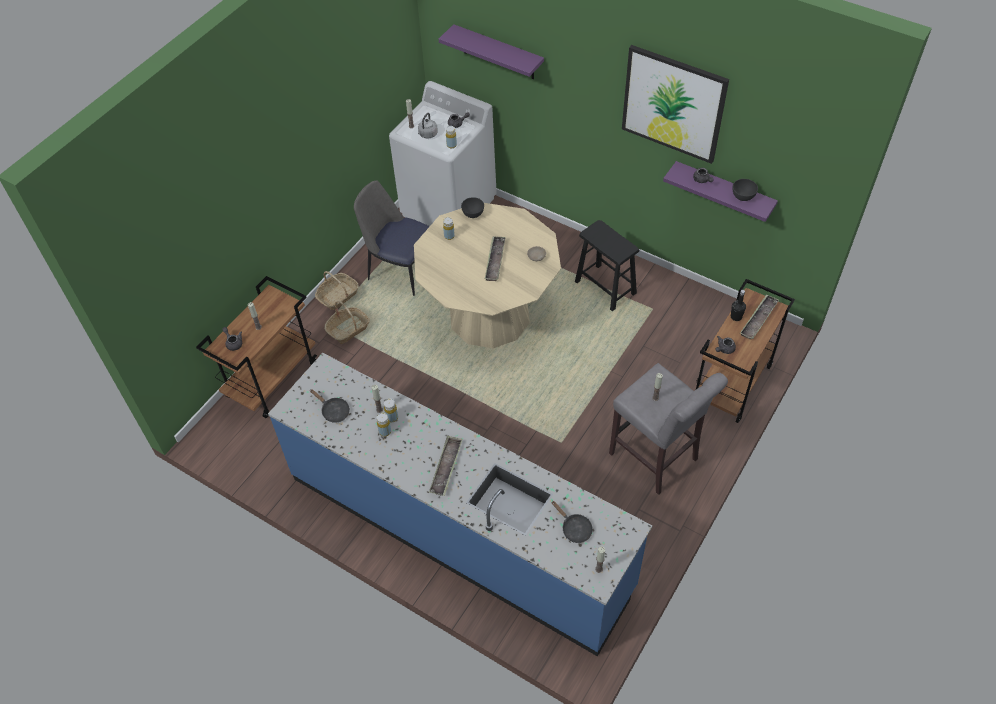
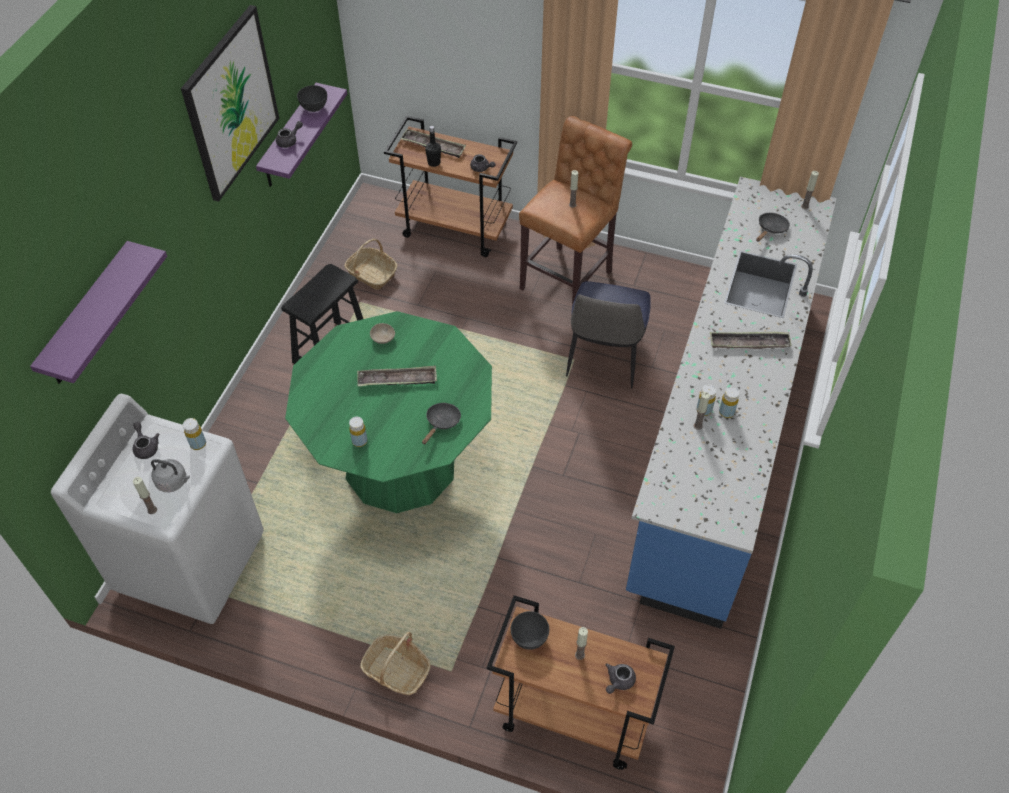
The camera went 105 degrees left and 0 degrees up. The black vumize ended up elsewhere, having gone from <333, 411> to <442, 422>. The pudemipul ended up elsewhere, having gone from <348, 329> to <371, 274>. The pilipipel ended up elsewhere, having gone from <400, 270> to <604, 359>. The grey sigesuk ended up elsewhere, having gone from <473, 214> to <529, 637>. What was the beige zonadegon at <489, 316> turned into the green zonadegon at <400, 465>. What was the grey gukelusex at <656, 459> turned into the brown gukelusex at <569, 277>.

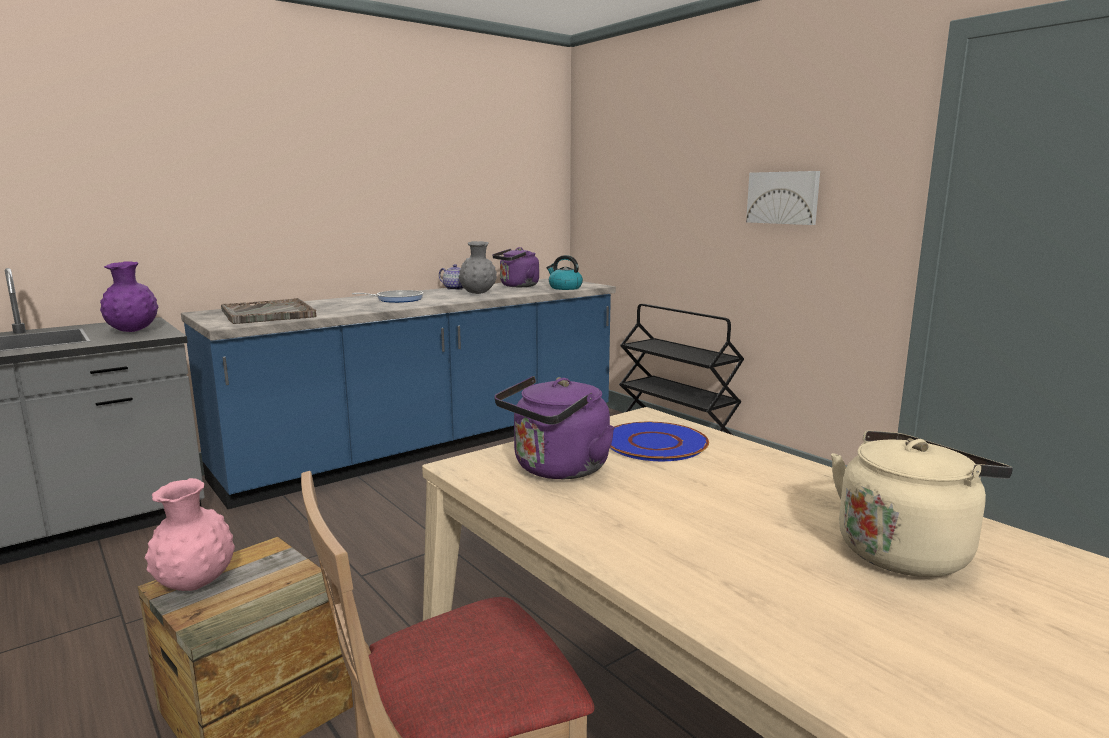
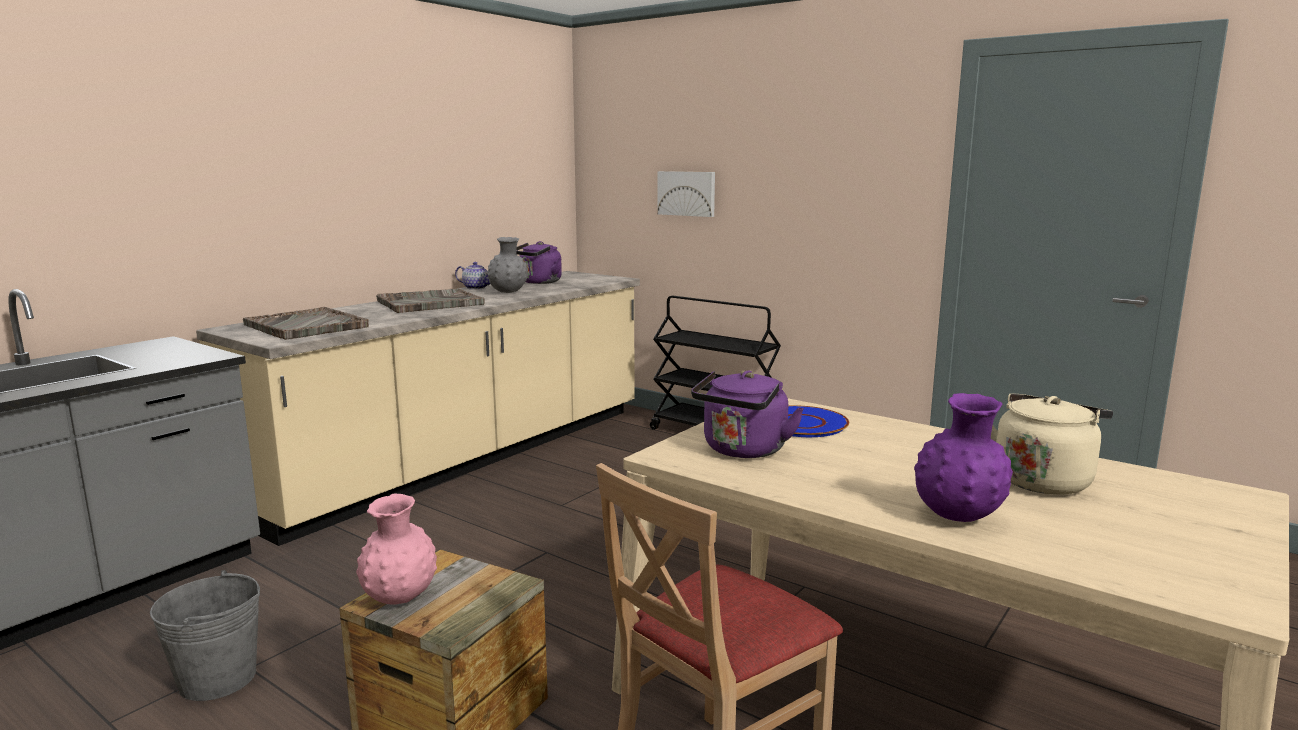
The camera went 15 degrees left and 0 degrees up. The second view lost the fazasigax at <564, 288>. The second view gained the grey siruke at <218, 678>. The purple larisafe ended up elsewhere, having gone from <133, 331> to <958, 517>. The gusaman ended up elsewhere, having gone from <783, 197> to <687, 193>. Where the vumize stood at <397, 299>, the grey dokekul came to stand at <429, 303>. What was the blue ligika at <431, 445> turned into the beige ligika at <465, 459>.

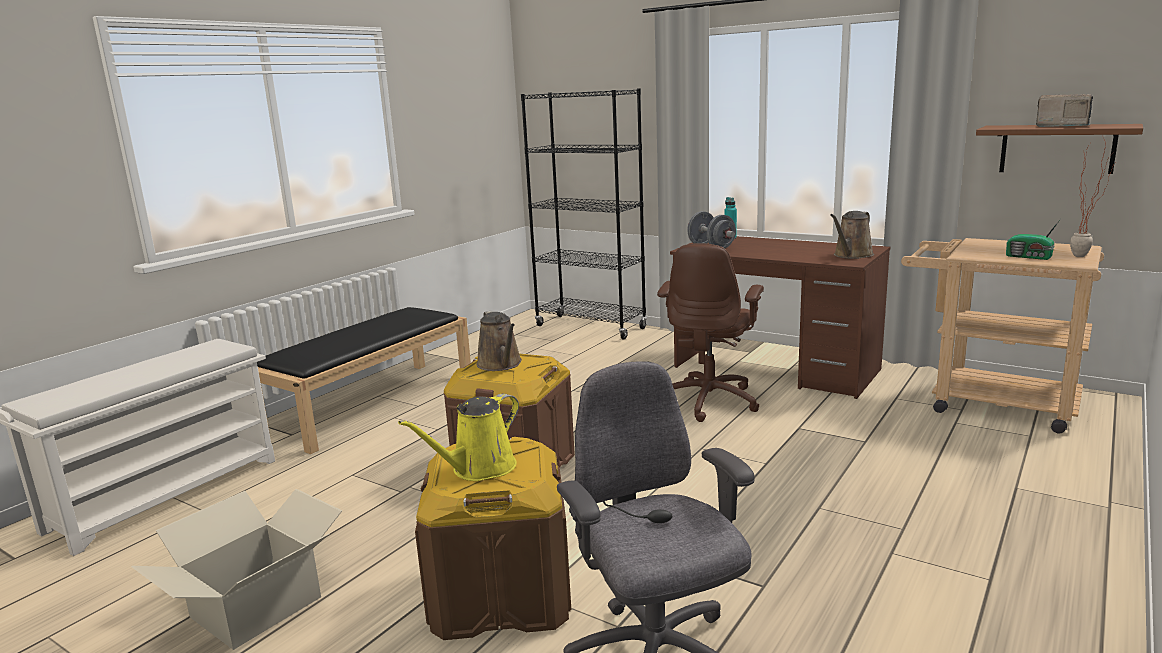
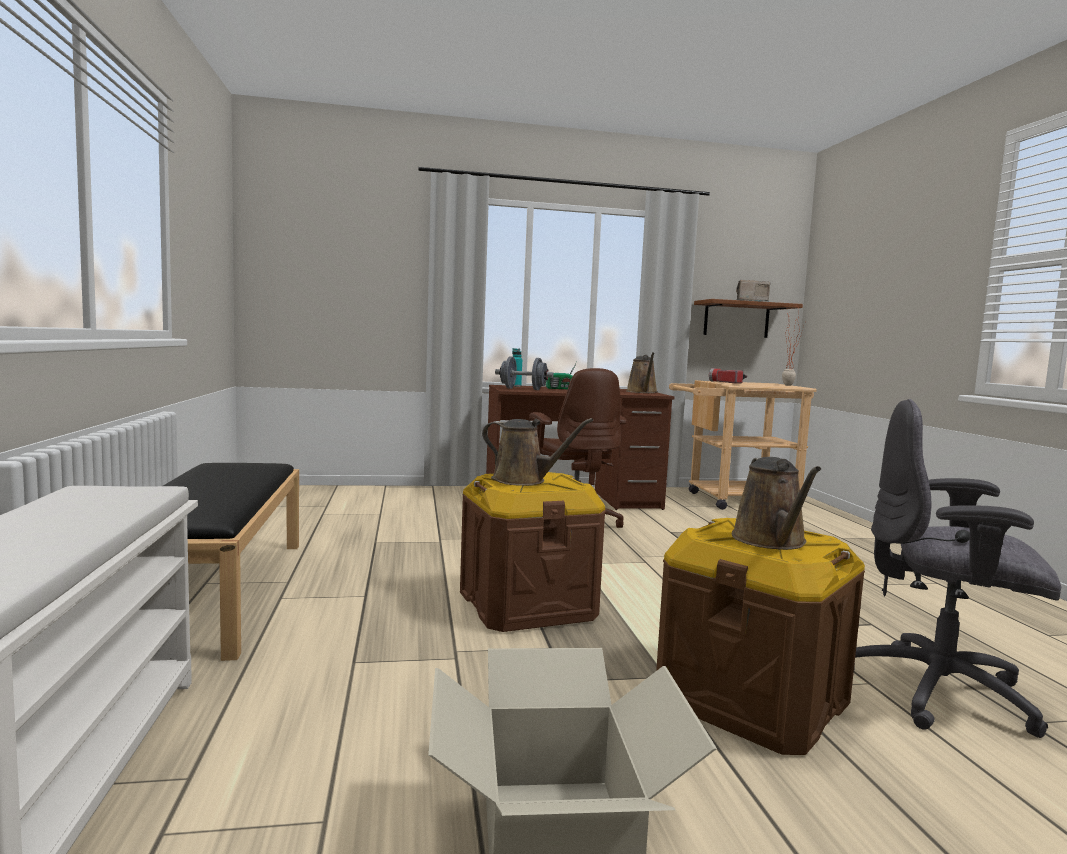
The camera went 45 degrees left and 10 degrees down. The second view lost the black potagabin at <591, 327>. The second view gained the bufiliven at <725, 382>. The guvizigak ended up elsewhere, having gone from <1029, 257> to <561, 389>. What was the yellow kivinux at <479, 469> turned into the brown kivinux at <771, 541>.

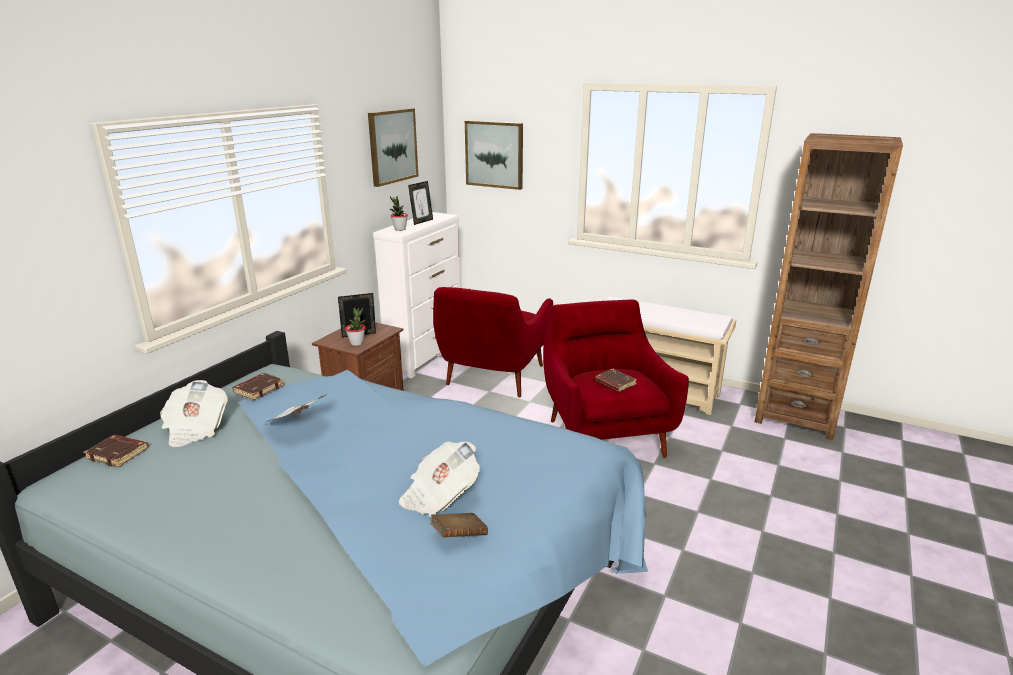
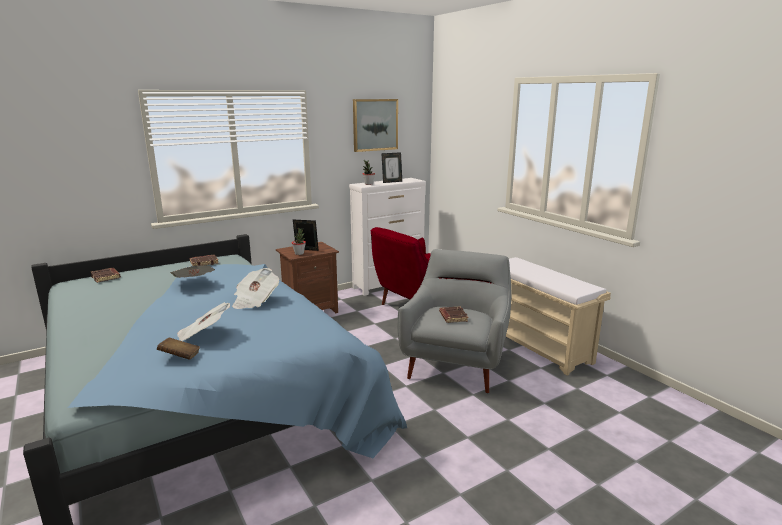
The camera went 30 degrees right and 5 degrees down. The second view lost the gusaman at <494, 154>. The second view lost the brown potagabin at <795, 417>. The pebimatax ended up elsewhere, having gone from <195, 429> to <255, 301>. What was the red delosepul at <604, 435> turned into the grey delosepul at <456, 364>.

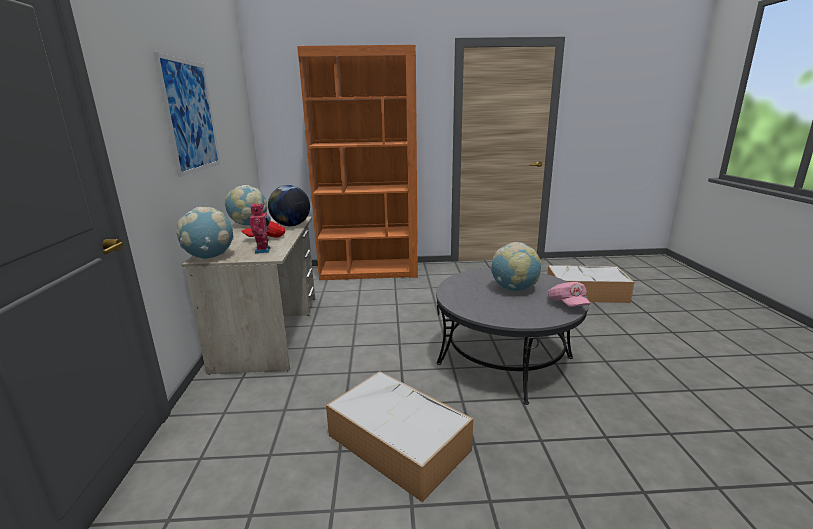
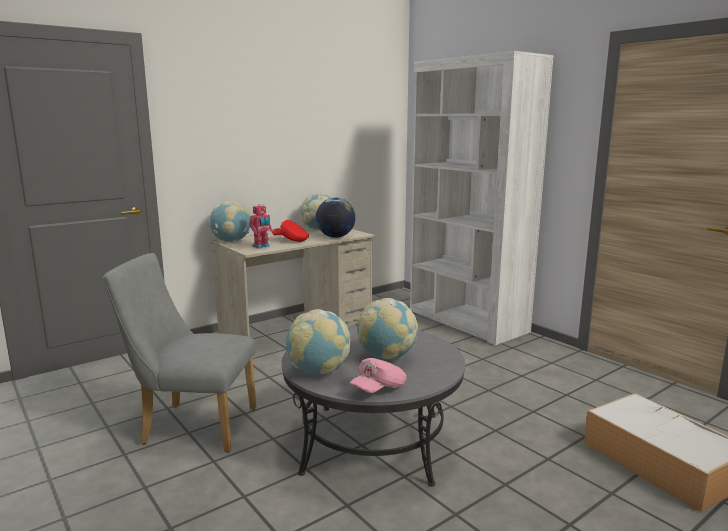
The camera went 55 degrees right and 5 degrees down. The second view lost the gusaman at <190, 116>. The second view gained the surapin at <318, 372>. Where the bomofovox stood at <396, 442>, the grey pilipipel came to stand at <192, 426>. What was the orange potagabin at <369, 271> turned into the white potagabin at <466, 321>.

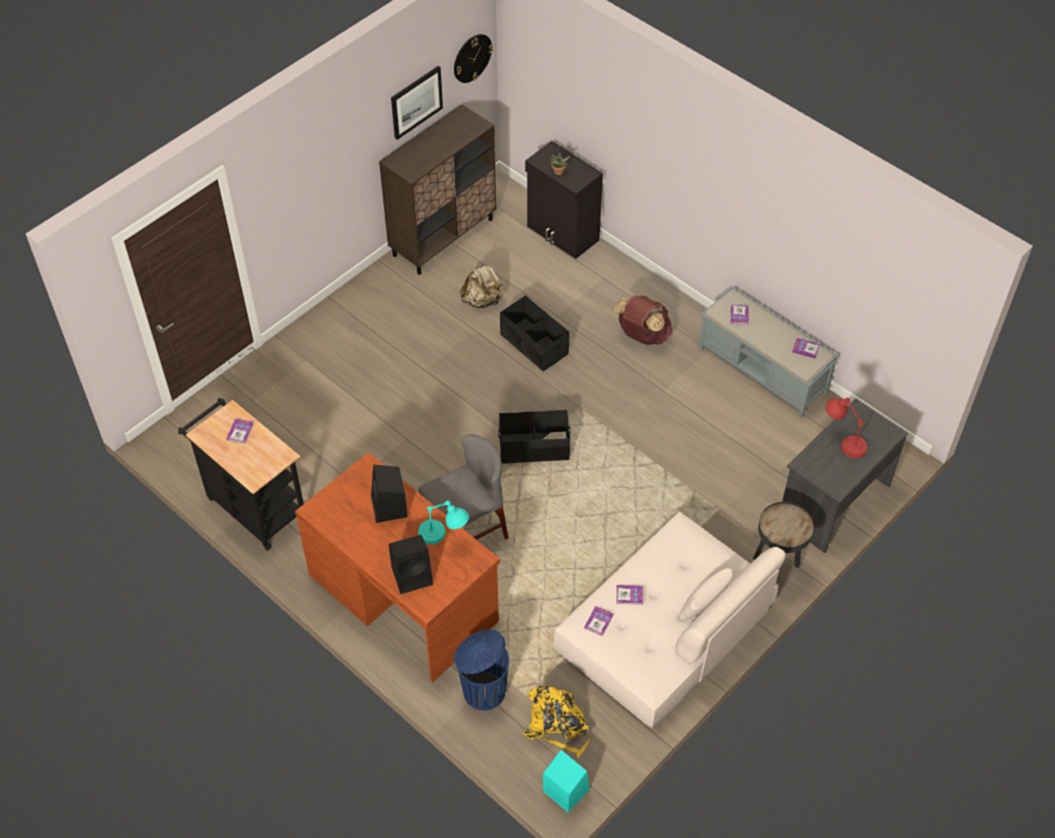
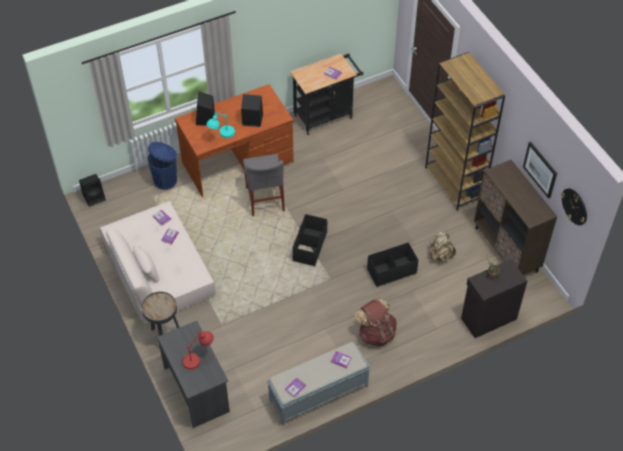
The camera went 110 degrees right and 0 degrees up. The second view lost the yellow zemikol at <557, 725>. The second view gained the brown potagabin at <454, 183>. What was the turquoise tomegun at <565, 790> turned into the black tomegun at <94, 197>.

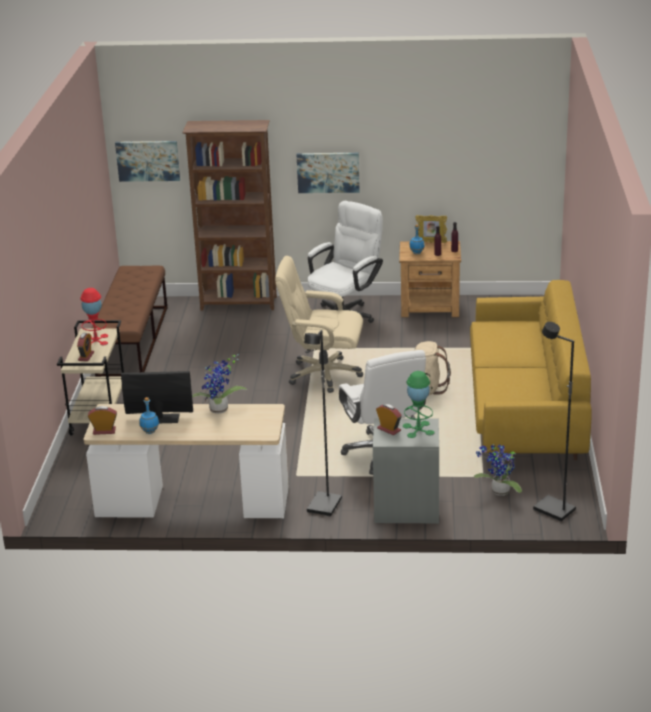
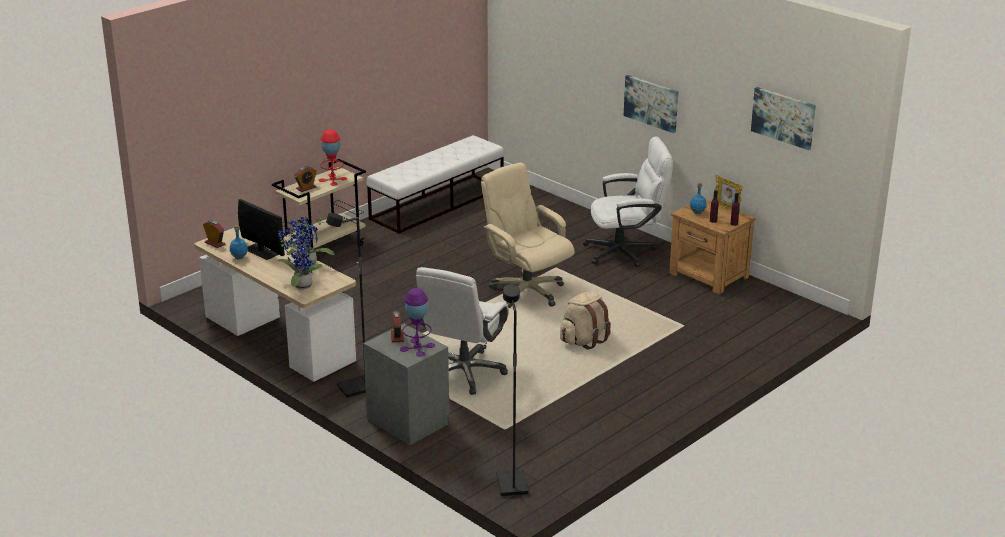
The camera went 40 degrees right and 0 degrees up. The second view lost the brown potagabin at <239, 304>. The second view lost the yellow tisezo at <525, 407>. The gusaman ended up elsewhere, having gone from <148, 160> to <783, 117>. The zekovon ended up elsewhere, having gone from <498, 492> to <300, 285>. What was the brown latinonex at <133, 340> turned into the white latinonex at <437, 203>. What was the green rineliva at <418, 429> turned into the purple rineliva at <417, 347>.

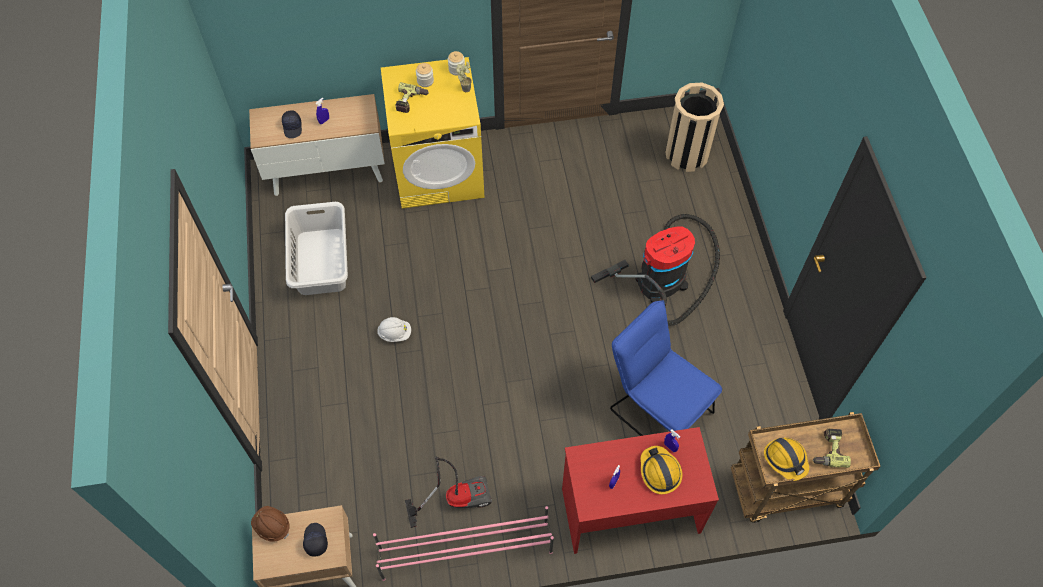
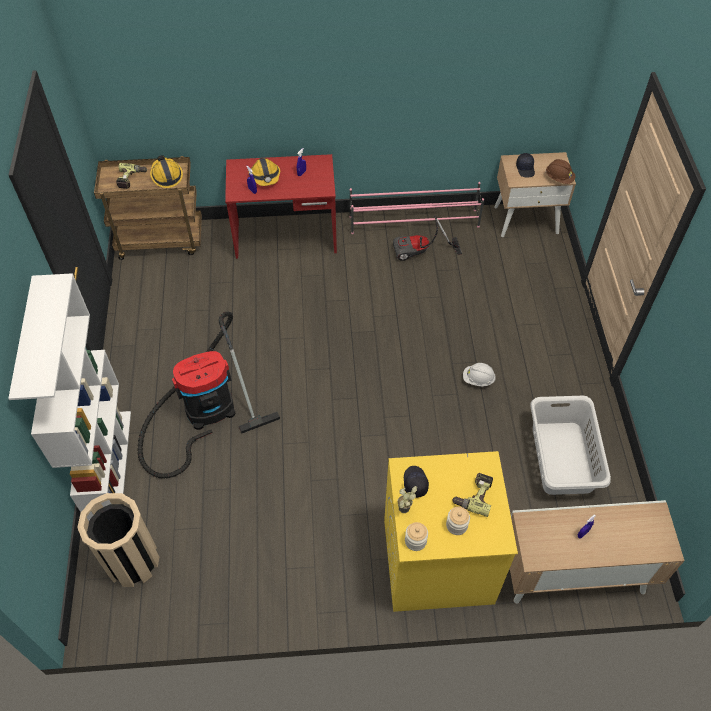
The camera went 175 degrees left and 5 degrees down. The second view lost the blue pilipipel at <656, 406>. The second view gained the white potagabin at <108, 463>. The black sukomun ended up elsewhere, having gone from <293, 127> to <414, 483>.

